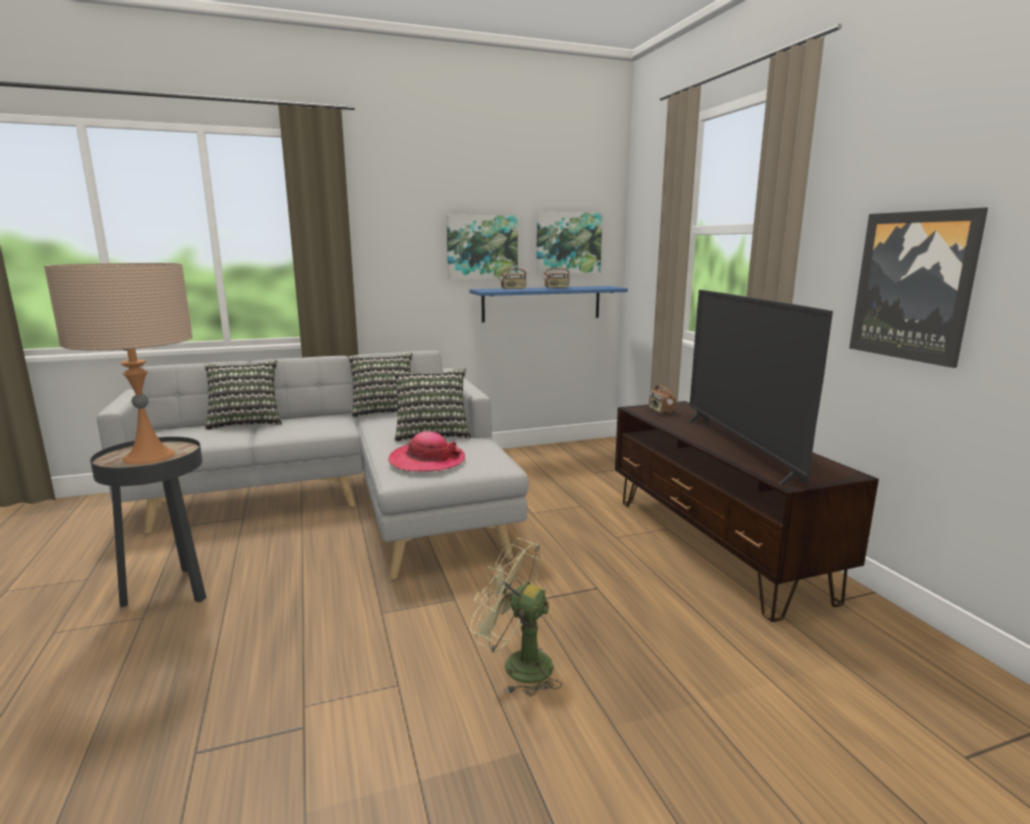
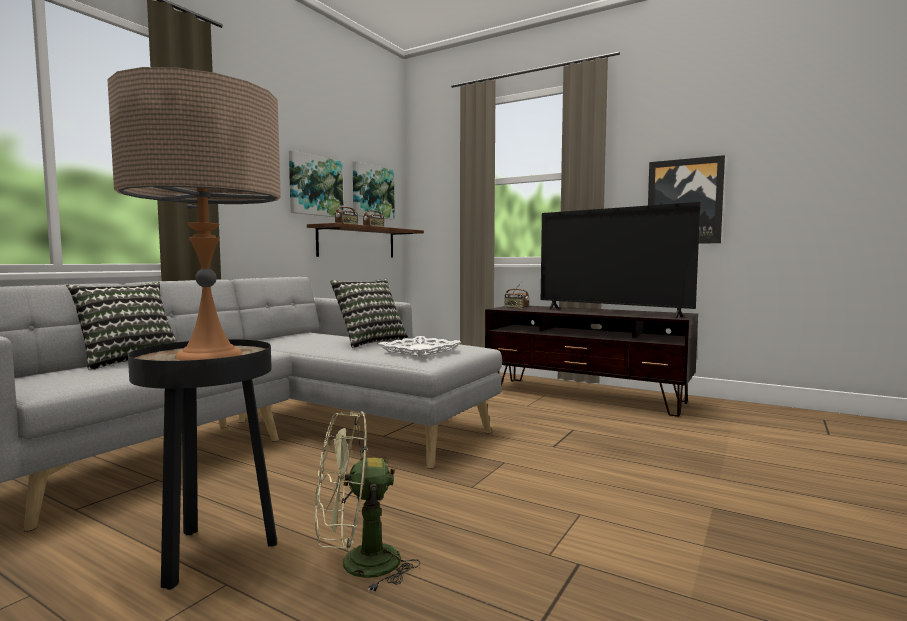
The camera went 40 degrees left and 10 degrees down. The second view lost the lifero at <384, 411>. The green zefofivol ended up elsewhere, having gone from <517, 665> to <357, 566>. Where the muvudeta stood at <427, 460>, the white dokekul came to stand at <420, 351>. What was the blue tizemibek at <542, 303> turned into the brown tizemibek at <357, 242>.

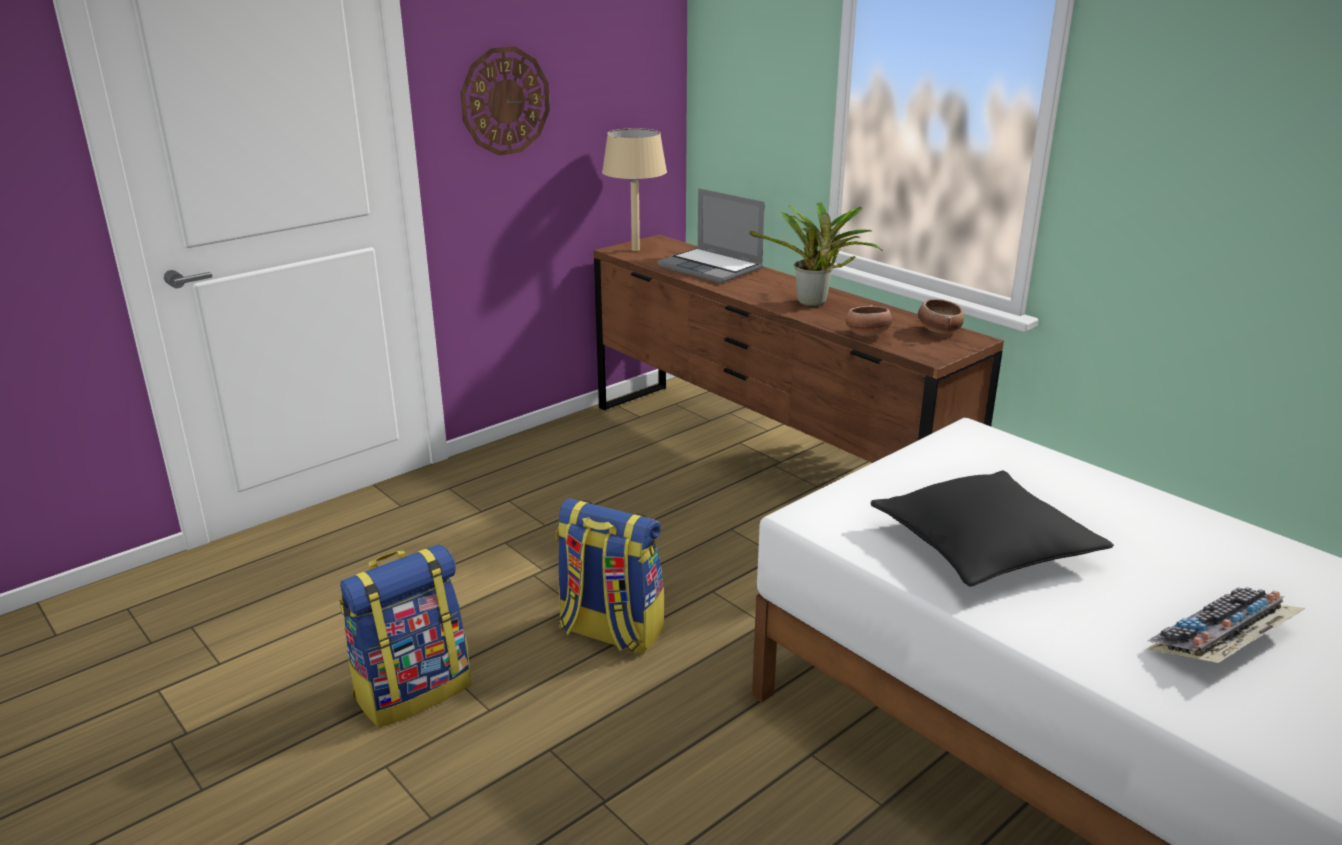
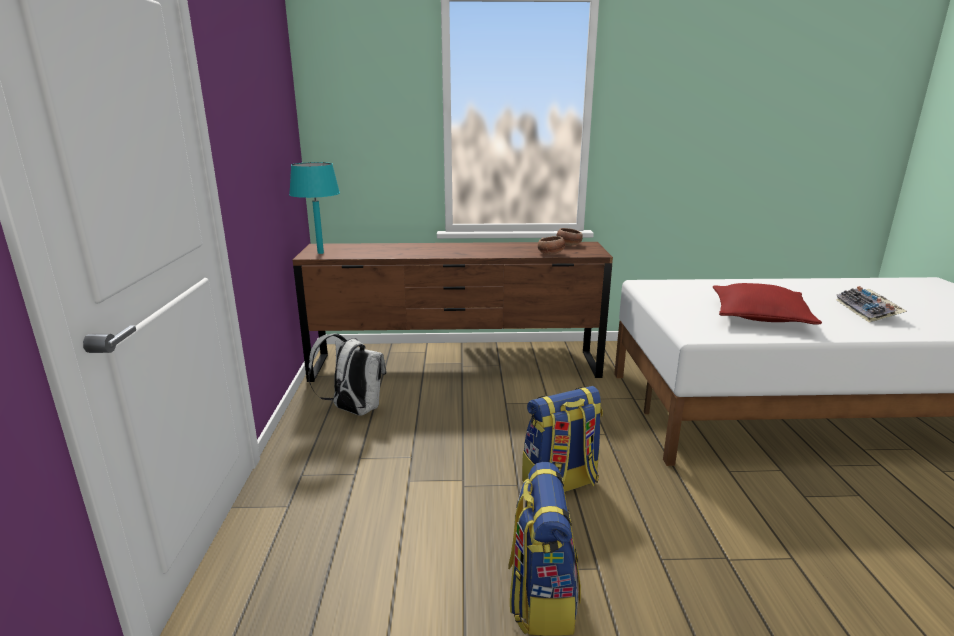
The camera went 50 degrees left and 5 degrees down. The second view lost the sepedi at <505, 101>. The second view lost the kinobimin at <712, 268>. The second view lost the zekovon at <814, 304>. The second view gained the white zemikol at <353, 410>. What was the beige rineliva at <635, 250> turned into the turquoise rineliva at <320, 253>. What was the black lifero at <984, 546> turned into the red lifero at <759, 316>.

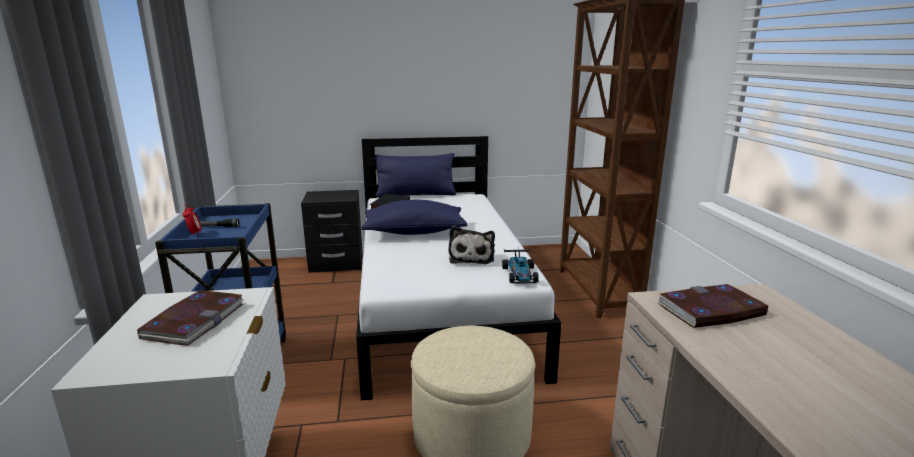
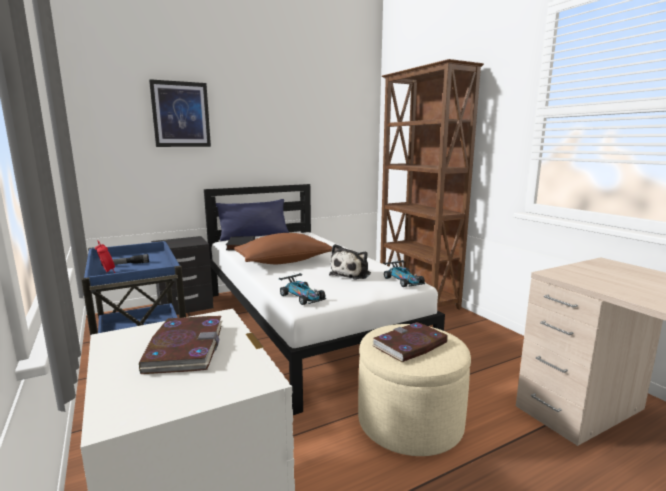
The camera went 20 degrees left and 5 degrees down. The second view gained the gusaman at <181, 114>. The second view gained the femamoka at <302, 297>. The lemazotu ended up elsewhere, having gone from <710, 310> to <410, 345>. What was the blue lifero at <414, 232> turned into the brown lifero at <284, 262>. The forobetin at <471, 257> ended up facing another way, 45 degrees clockwise from before.

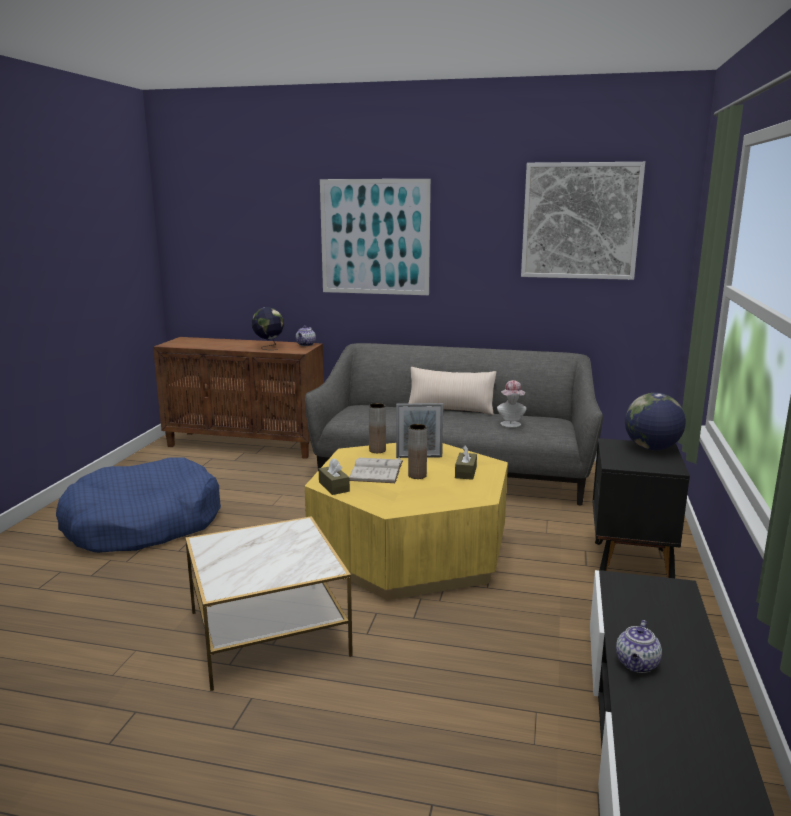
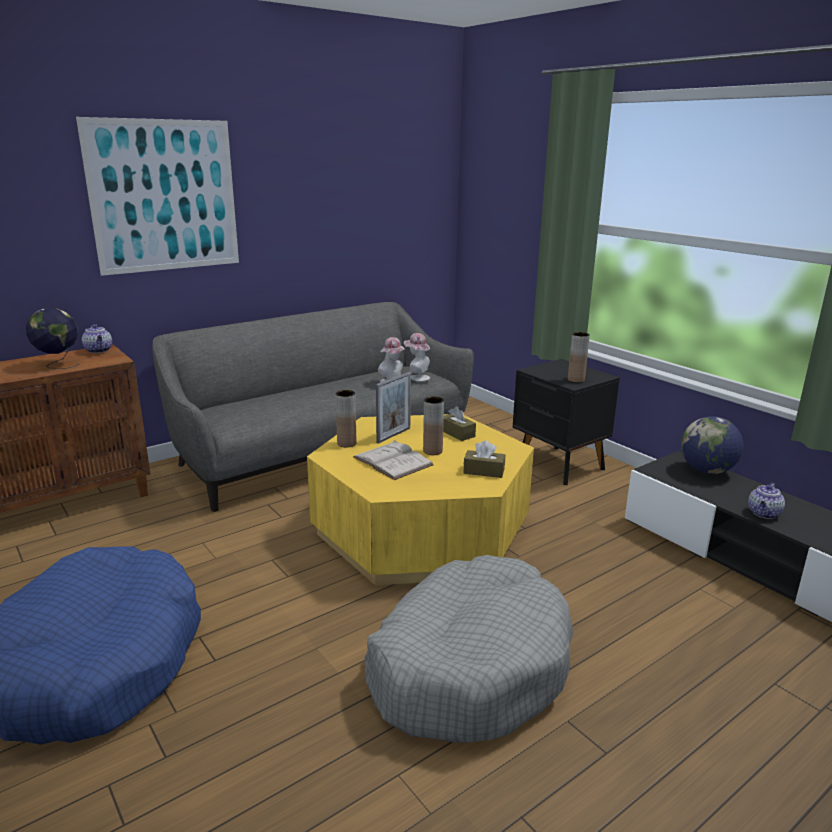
The camera went 50 degrees left and 5 degrees up. The second view lost the beige lifero at <450, 409>. The second view lost the gusaman at <580, 221>. The second view gained the muvudeta at <417, 377>. The second view gained the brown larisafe at <576, 380>. The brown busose ended up elsewhere, having gone from <334, 487> to <484, 471>. The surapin ended up elsewhere, having gone from <651, 448> to <707, 471>. Where the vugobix stood at <268, 633>, the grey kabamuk came to stand at <469, 666>. The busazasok at <637, 665> ended up facing another way, 60 degrees clockwise from before.

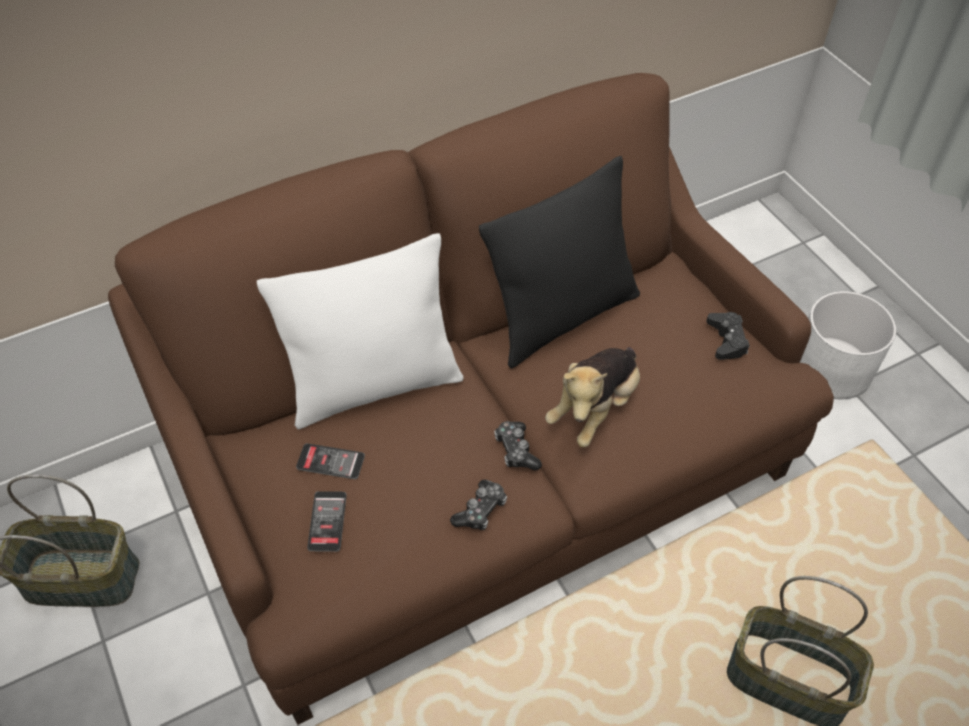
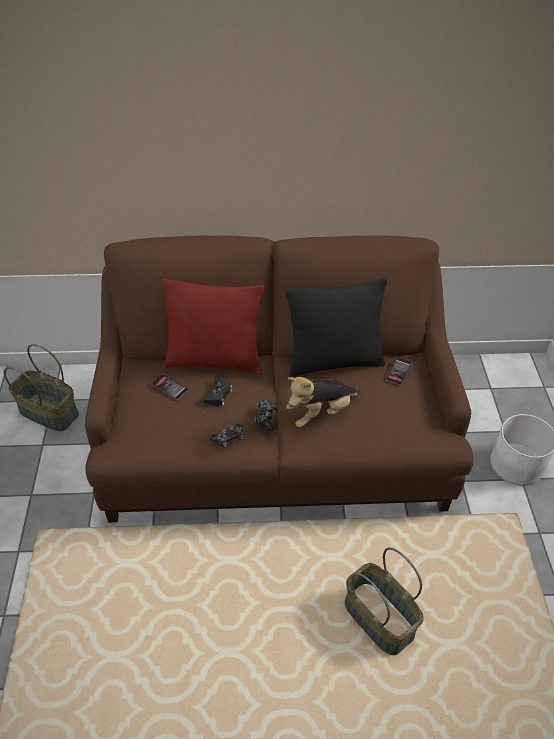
The camera went 25 degrees right and 5 degrees down. The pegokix ended up elsewhere, having gone from <327, 521> to <398, 371>. The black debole ended up elsewhere, having gone from <727, 340> to <218, 395>. What was the white lifero at <374, 386> turned into the red lifero at <214, 361>.

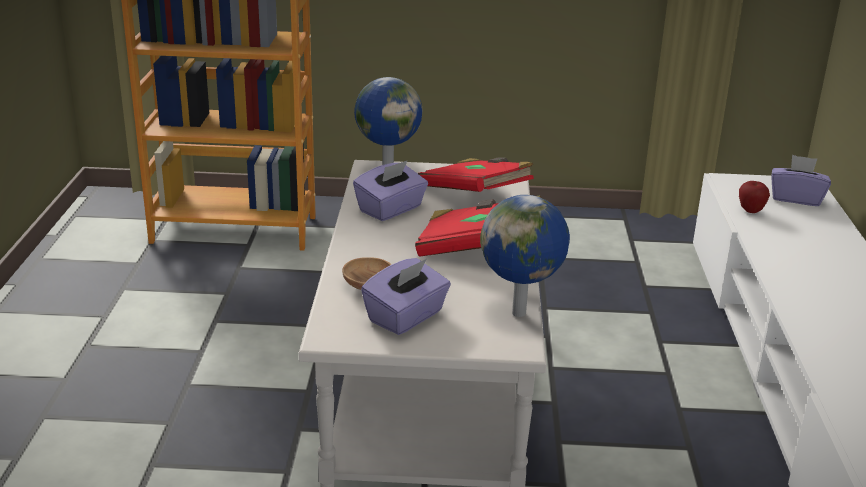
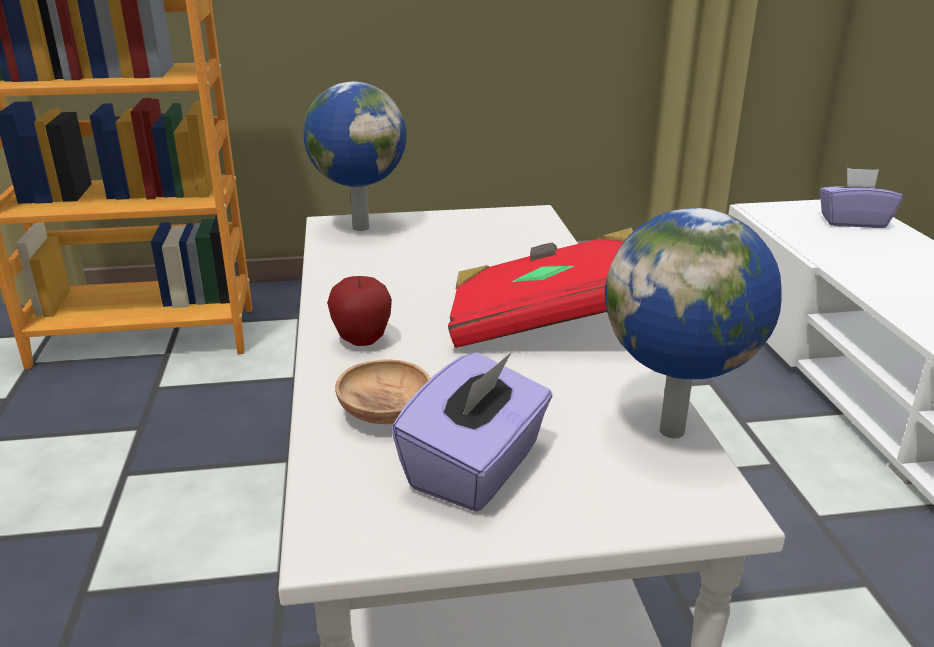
The camera went 10 degrees left and 0 degrees up. The second view lost the purple busose at <391, 209>. The second view lost the red lemazotu at <475, 196>. The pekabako ended up elsewhere, having gone from <750, 211> to <362, 341>.

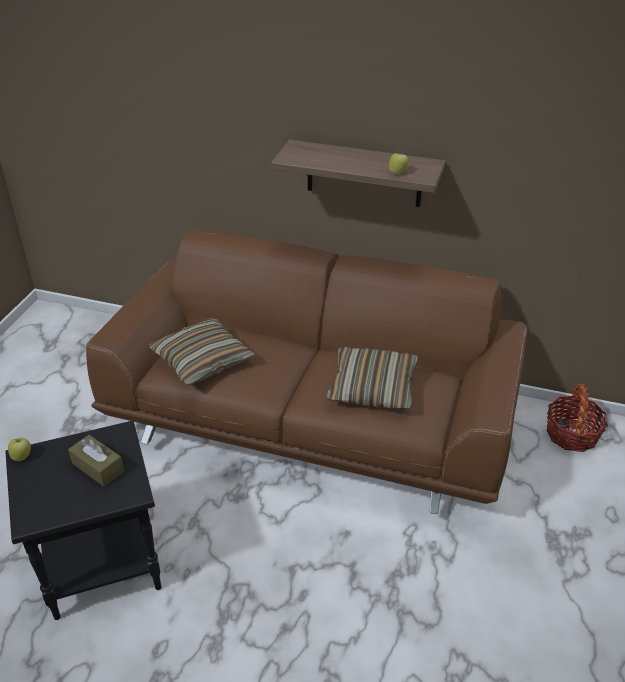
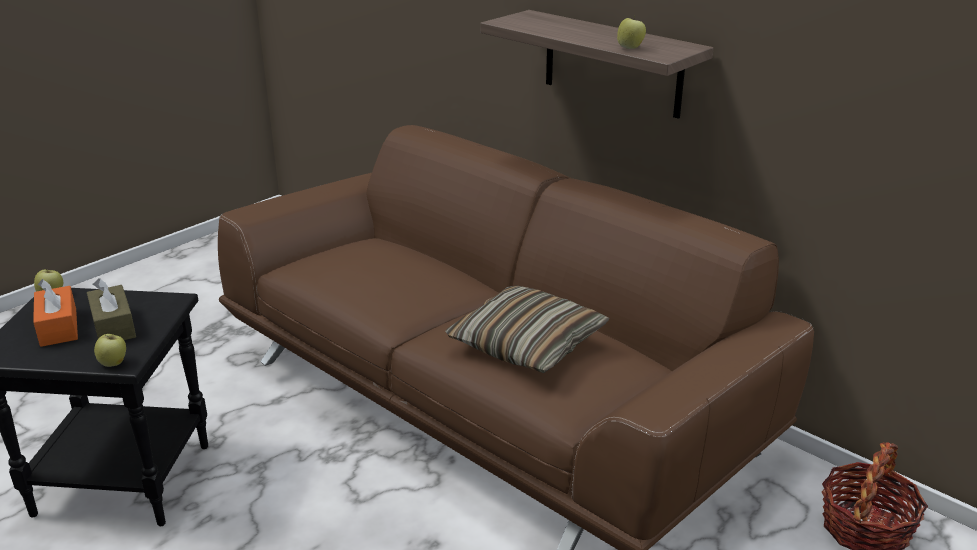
The camera went 25 degrees right and 10 degrees down. The second view lost the lifero at <202, 361>. The second view gained the orange busose at <58, 327>. The second view gained the pekabako at <114, 363>.

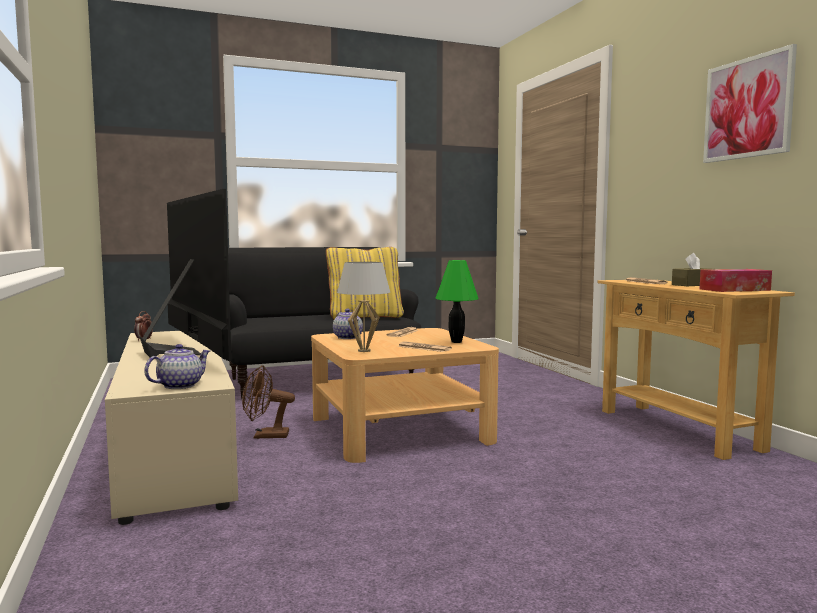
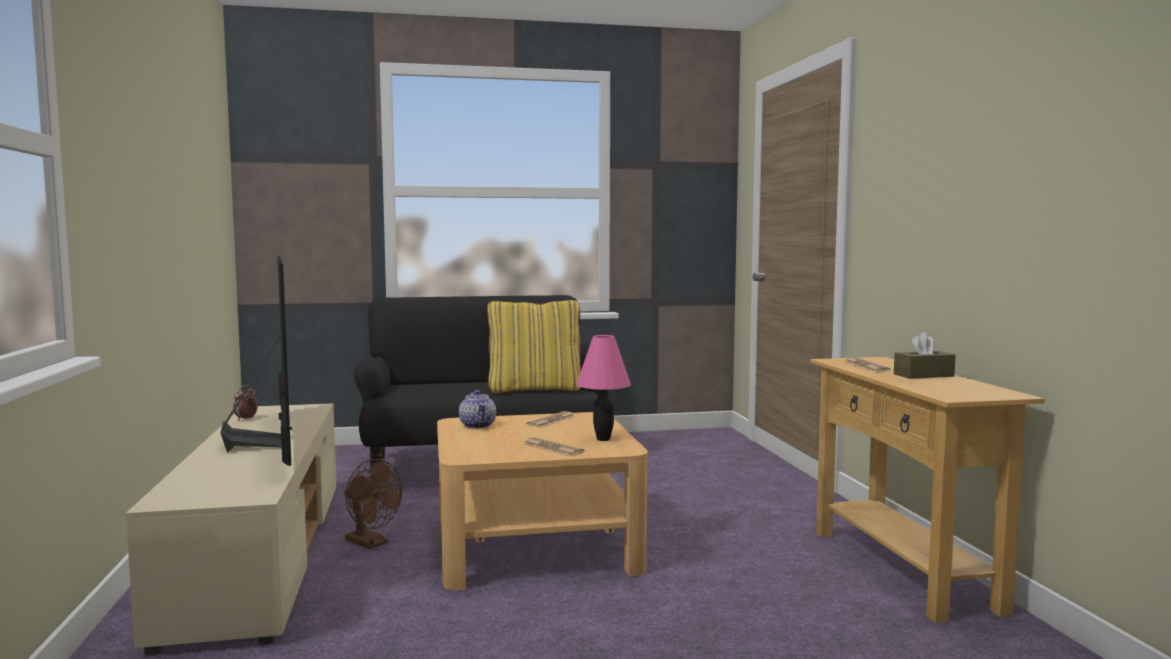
The camera went 10 degrees right and 0 degrees up. The second view lost the busazasok at <180, 385>. The second view lost the white rineliva at <364, 350>. The second view lost the busose at <734, 289>. The second view lost the gusaman at <748, 108>. What was the green rineliva at <456, 342> turned into the pink rineliva at <603, 439>. The brown zefofivol at <265, 436> ended up facing another way, 150 degrees counterclockwise from before.

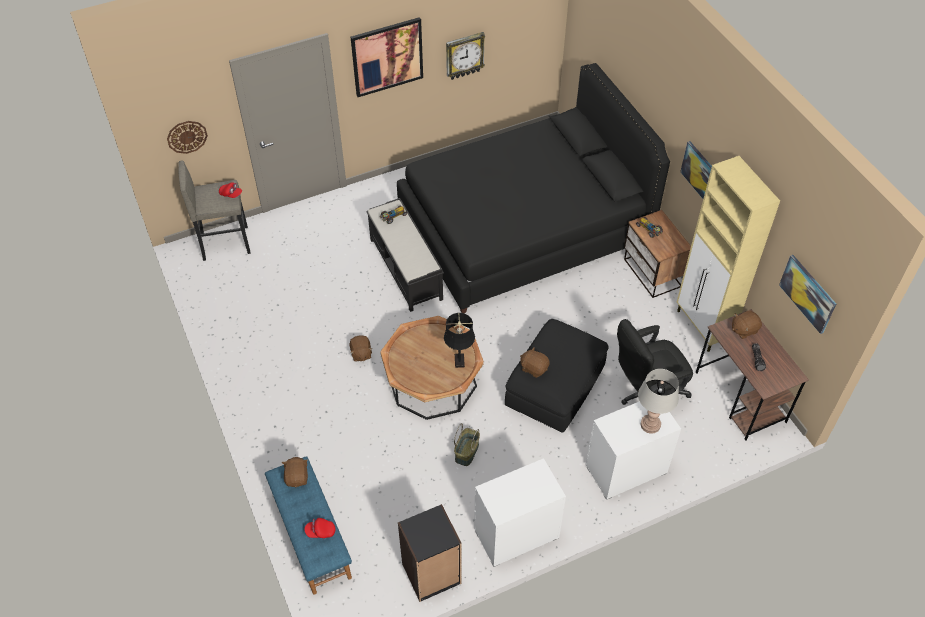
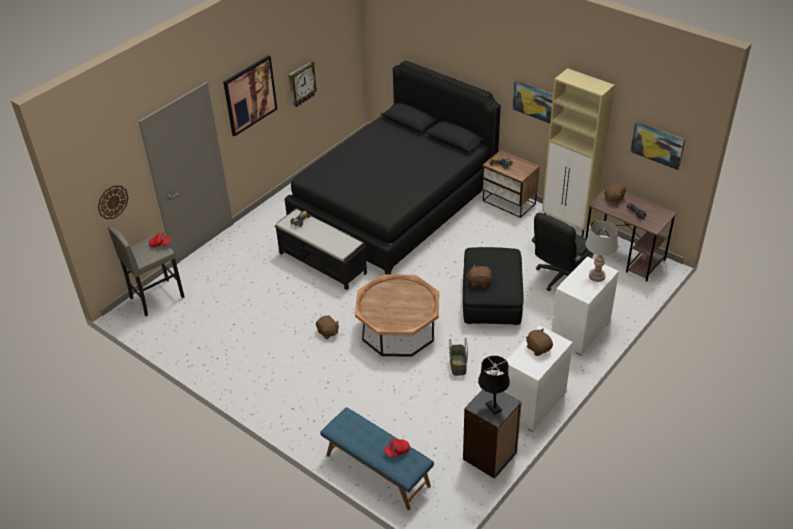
The camera went 25 degrees left and 10 degrees down. The brown forobetin ended up elsewhere, having gone from <297, 477> to <538, 348>. The black rineliva ended up elsewhere, having gone from <459, 359> to <492, 406>.

